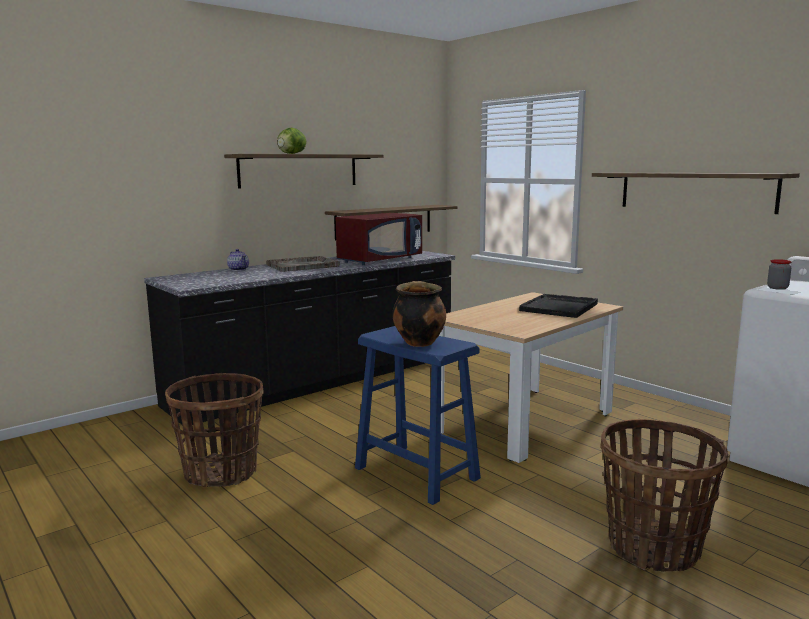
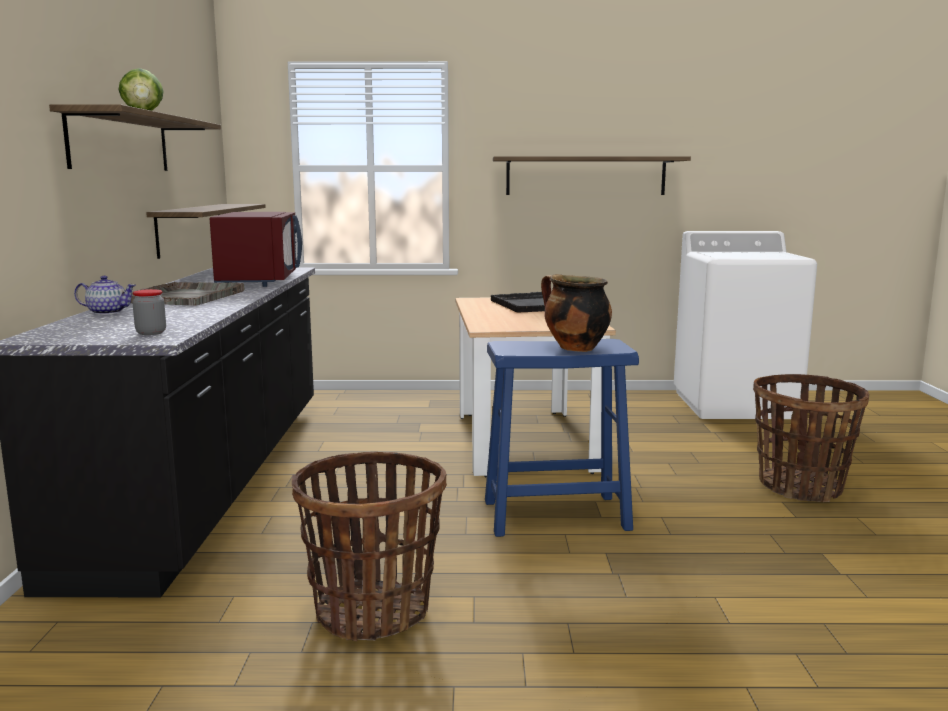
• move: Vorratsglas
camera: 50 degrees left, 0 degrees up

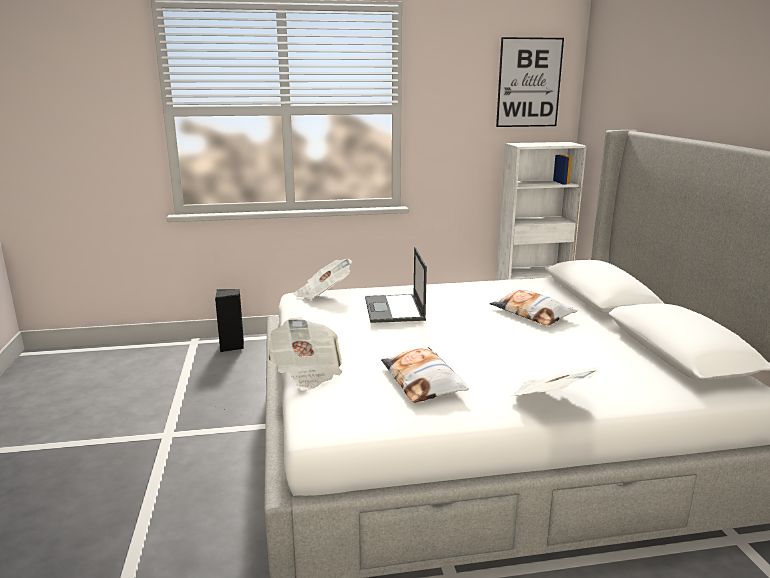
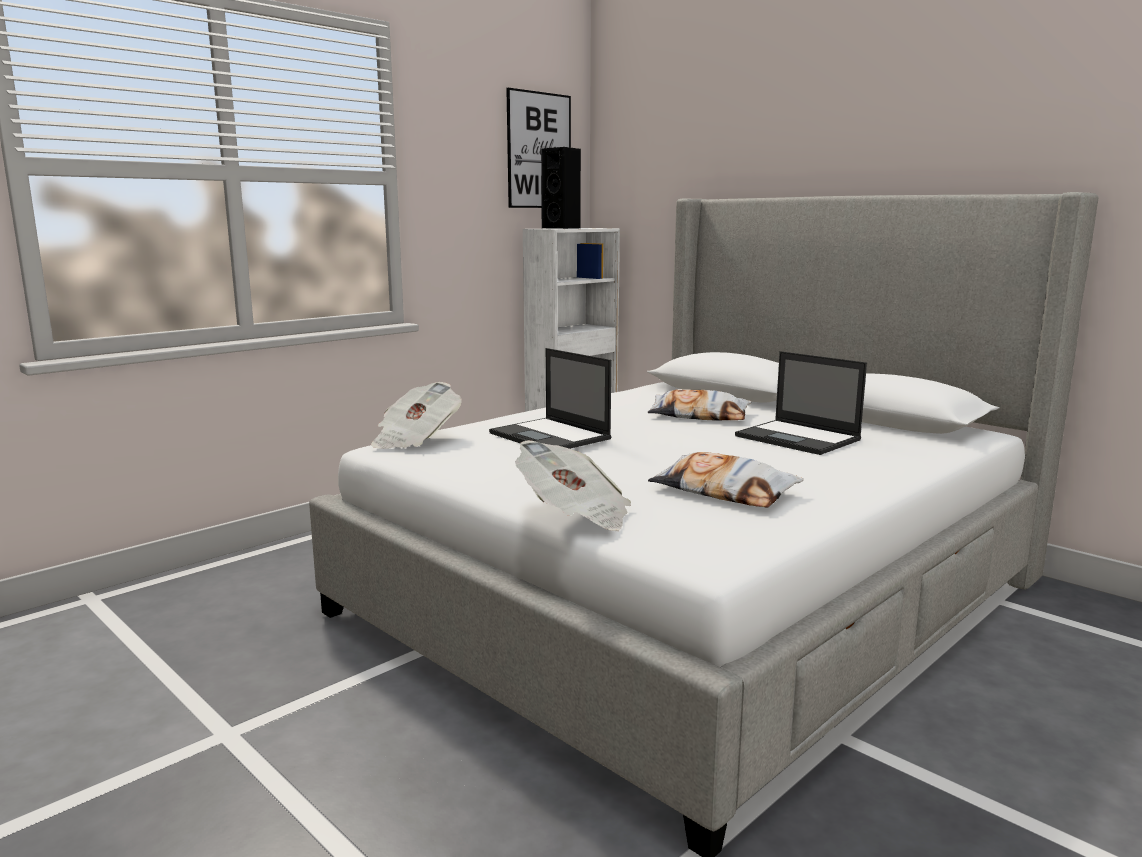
• move: Lautsprecher [schwarz]
• delete: Zeitung (3rd from left)
• insert: Laptop (2nd from left)
camera: 35 degrees left, 5 degrees down

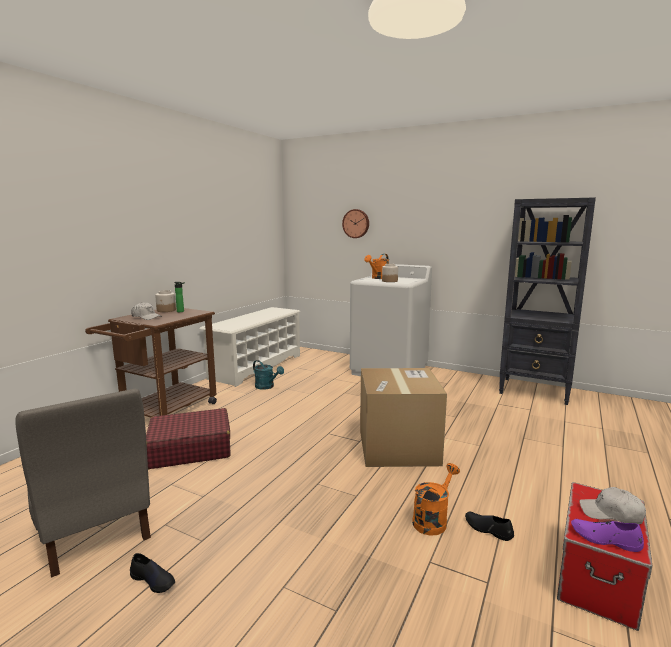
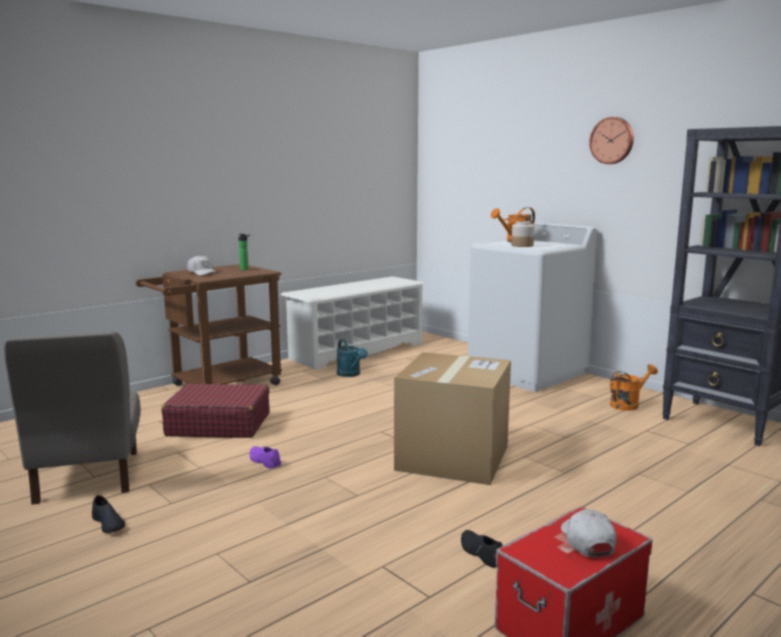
• delete: Vorratsglas (1st from left)
• move: Wanduhr
• move: Gießkanne [orange] (2nd from left)
• move: Schuh [lila]
• rotate: Kappe [weiß] (2nd from left) 45 degrees clockwise
camera: 20 degrees right, 0 degrees up

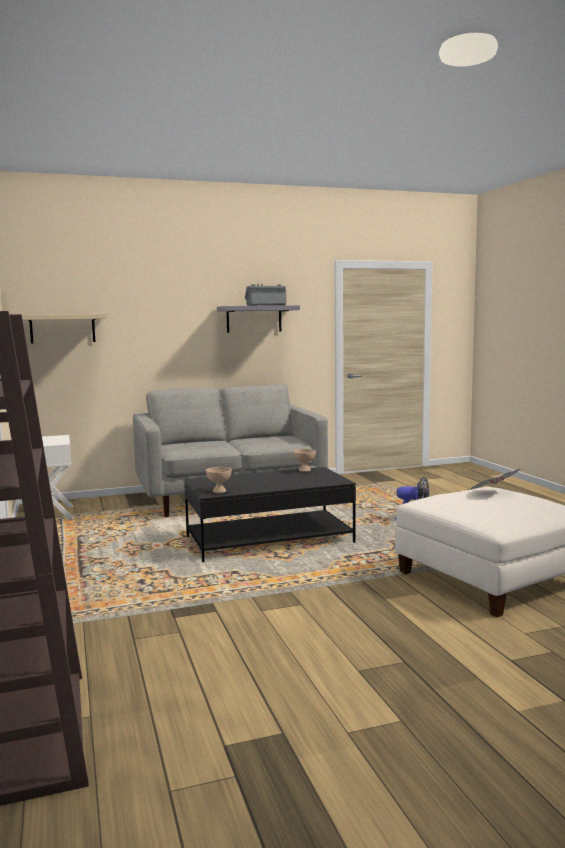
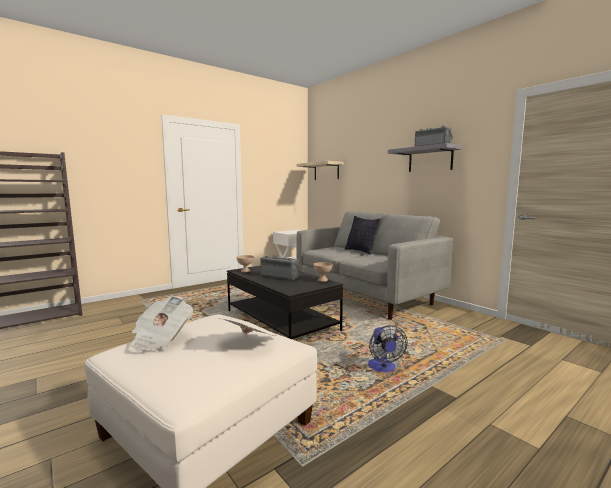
• insert: Zeitung (1st from left)
• insert: Radio (1st from left)
• insert: Kissen
camera: 70 degrees right, 0 degrees up

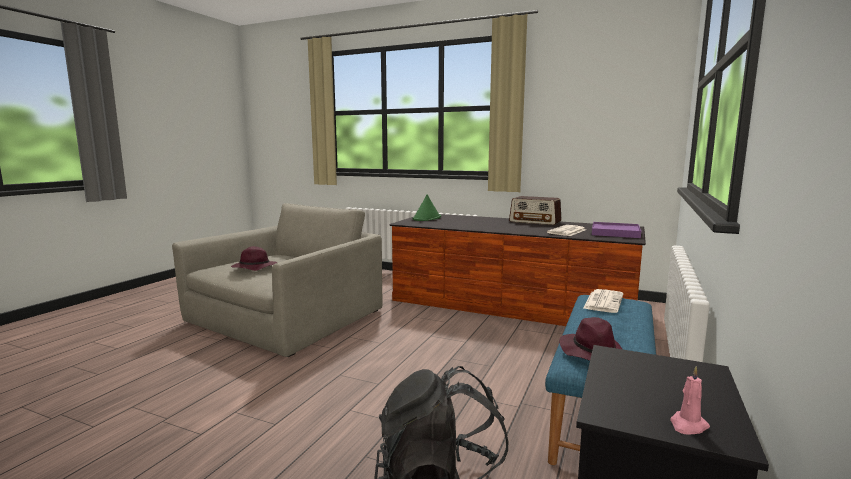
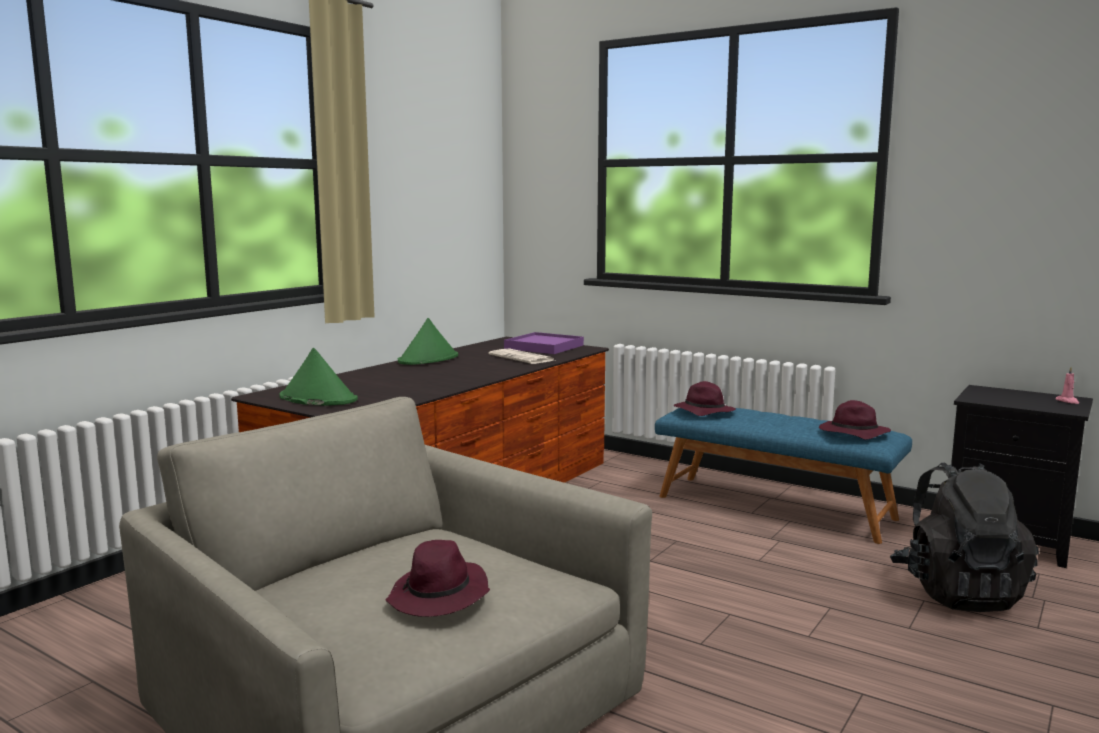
• replace: Radio to Hut [grün] (2nd from left)
• replace: Zeitung (2nd from left) to Hut [lila] (2nd from left)
camera: 80 degrees left, 0 degrees up

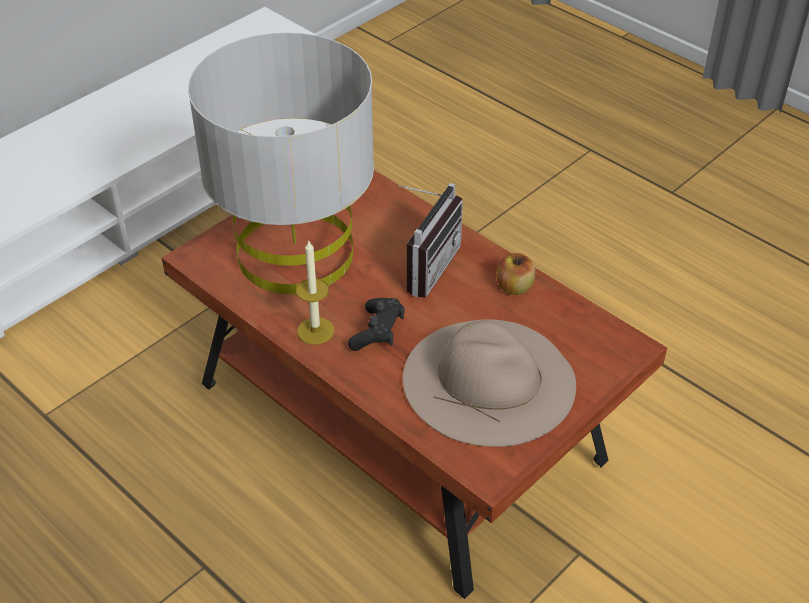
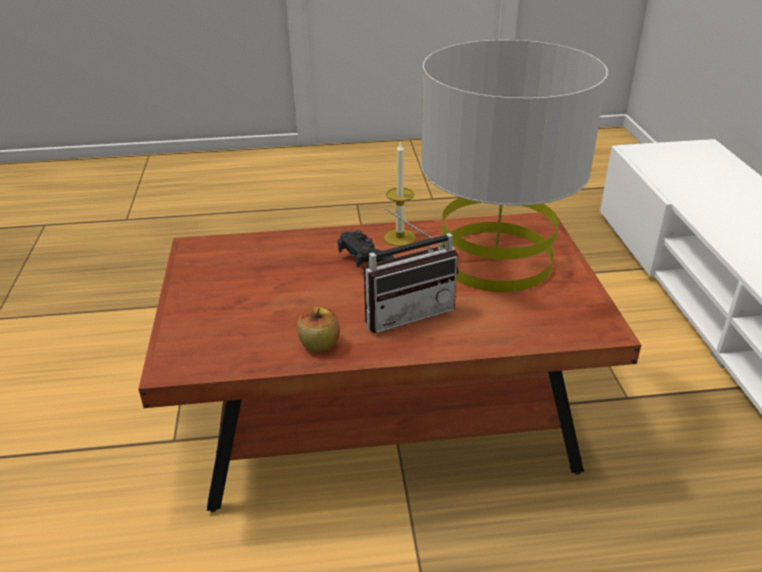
• rotate: Radio 90 degrees counterclockwise
• delete: Hut [beige]
camera: 130 degrees right, 10 degrees down

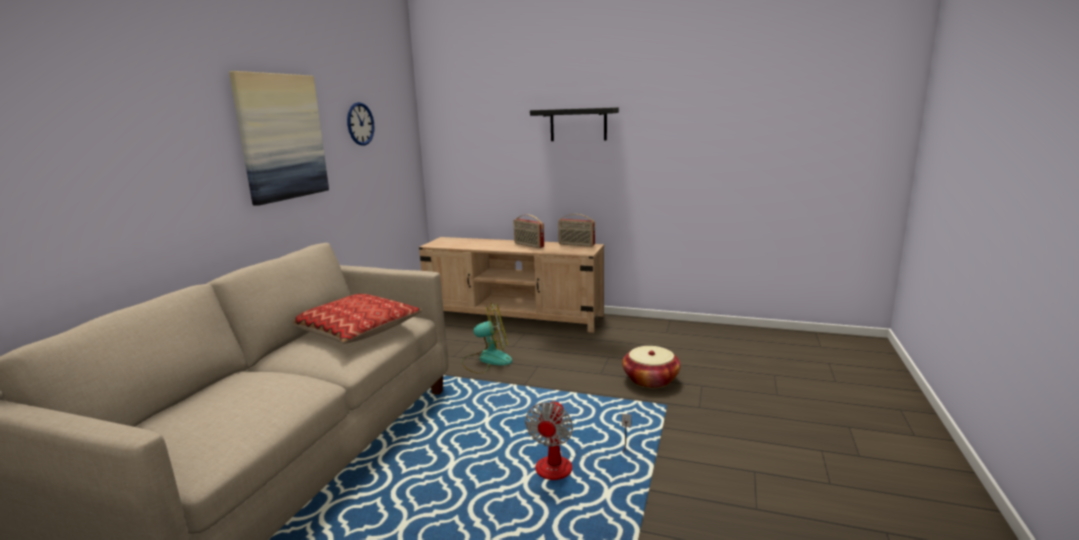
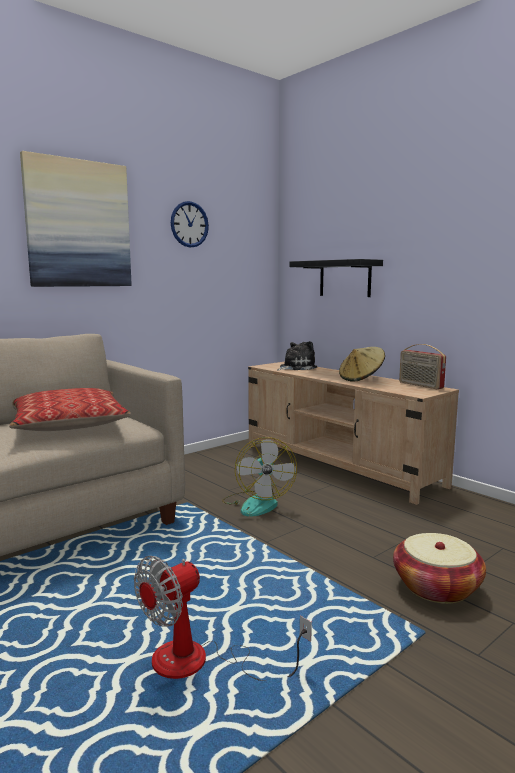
• rotate: Ventilator (1st from left in the first image) 60 degrees clockwise
• replace: Radio (1st from left) to Hut [beige]
• move: Wandregal [schwarz]
• insert: Plüschtier
camera: 30 degrees right, 5 degrees down

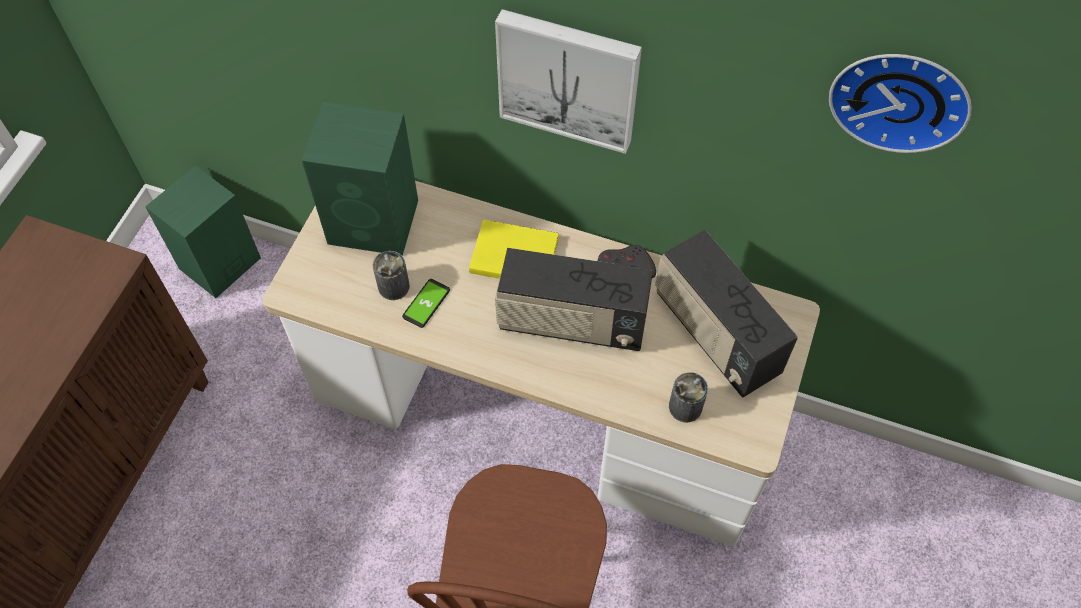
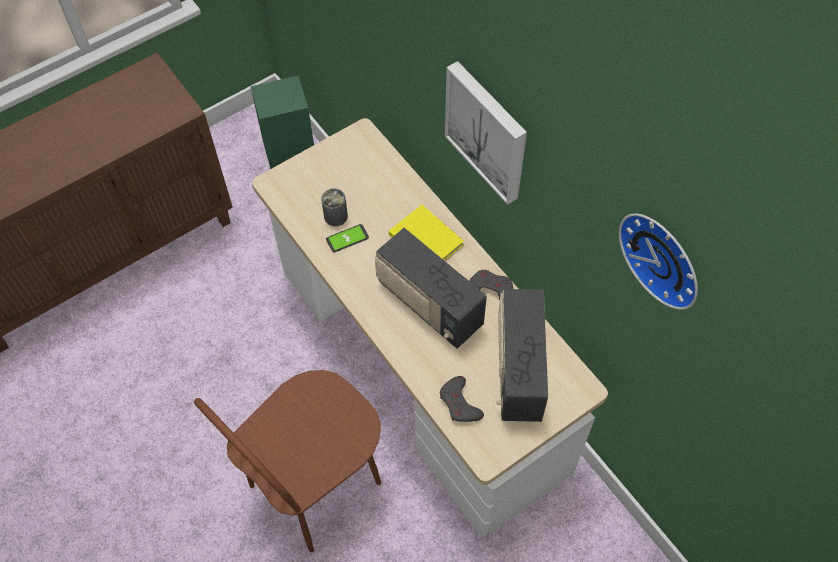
• delete: Lautsprecher [grün] (2nd from left)
• replace: Dose (2nd from left) to Gamepad [grau] (1st from left)
camera: 35 degrees right, 0 degrees up

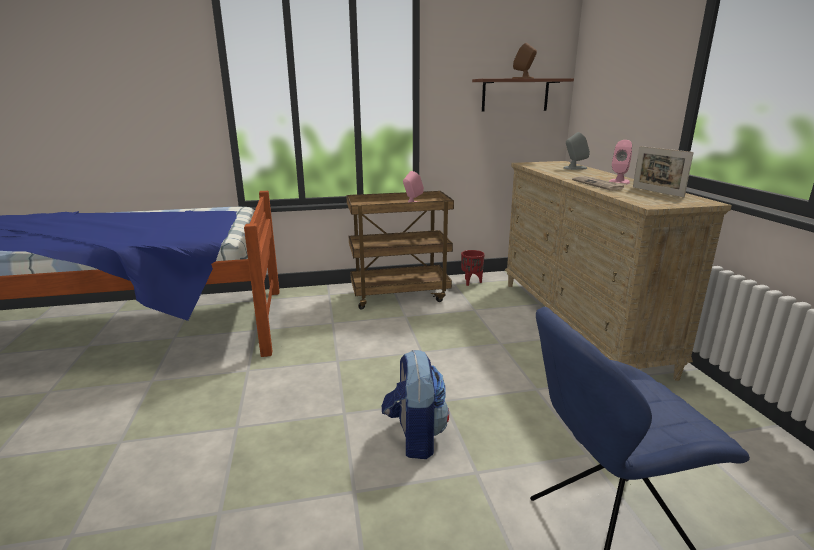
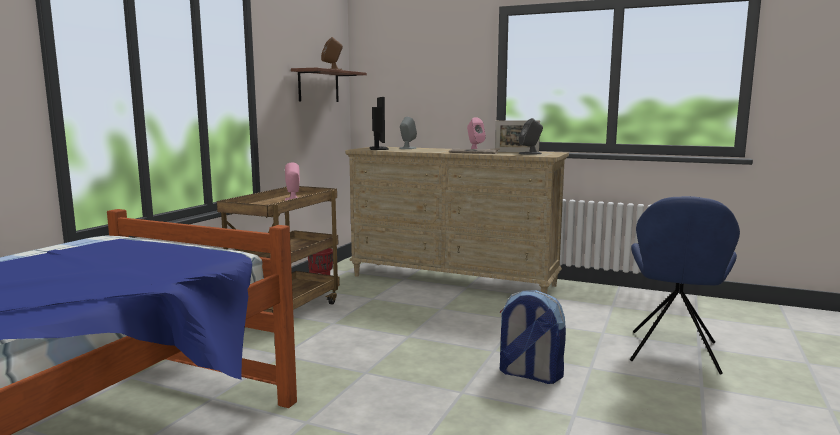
• insert: Monitor
• insert: Lautsprecher [grau] (2nd from left)
camera: 55 degrees left, 10 degrees down

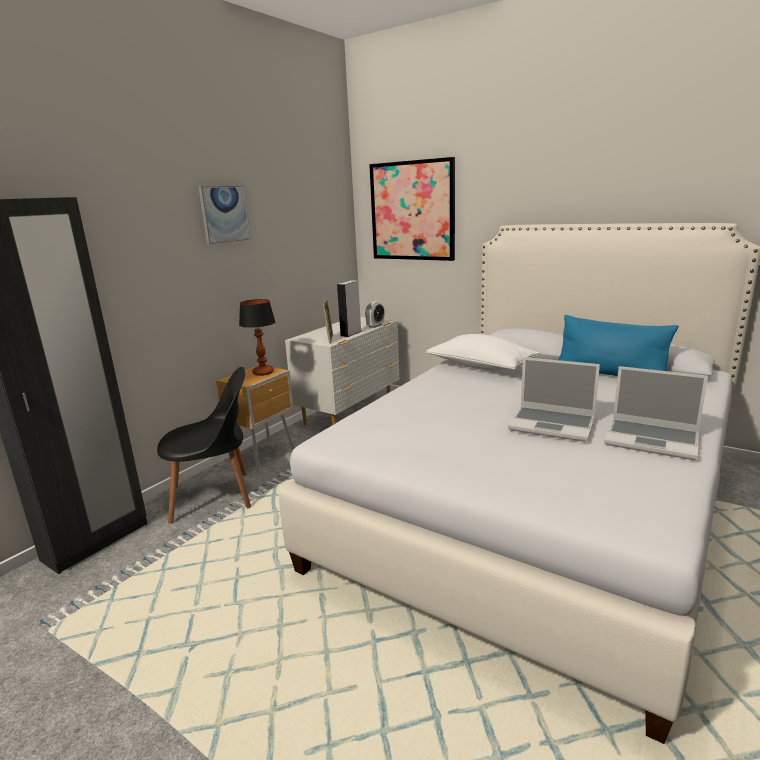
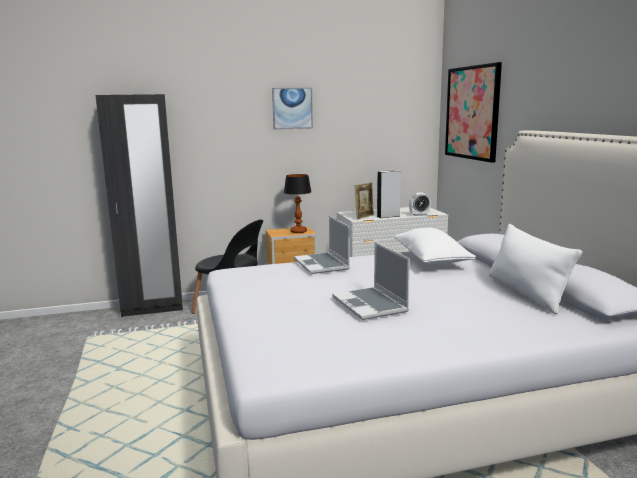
• recolor: Kissen [blau] to Kissen [weiß] (2nd from left)
• move: Laptop (2nd from left in the first image) to Laptop (1st from left)
camera: 40 degrees right, 5 degrees down

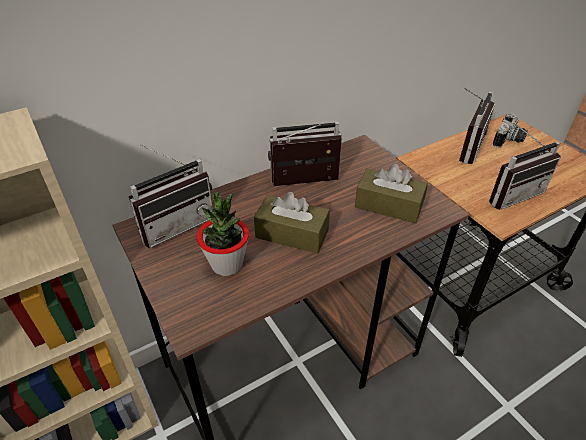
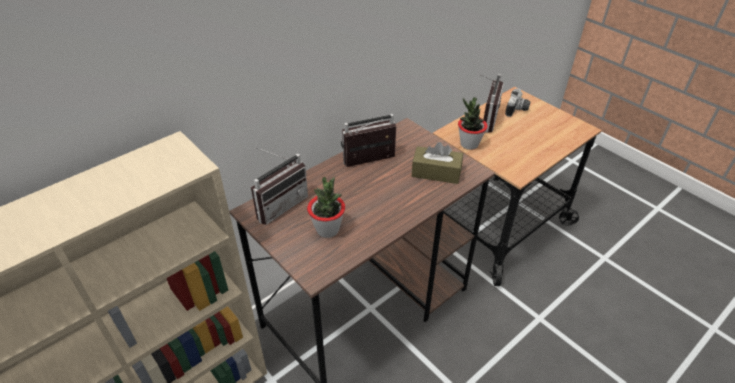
• delete: Taschentuchbox [braun] (1st from left)
• delete: Radio (4th from left)
• insert: Topfpflanze (2nd from left)
camera: 10 degrees left, 0 degrees up

